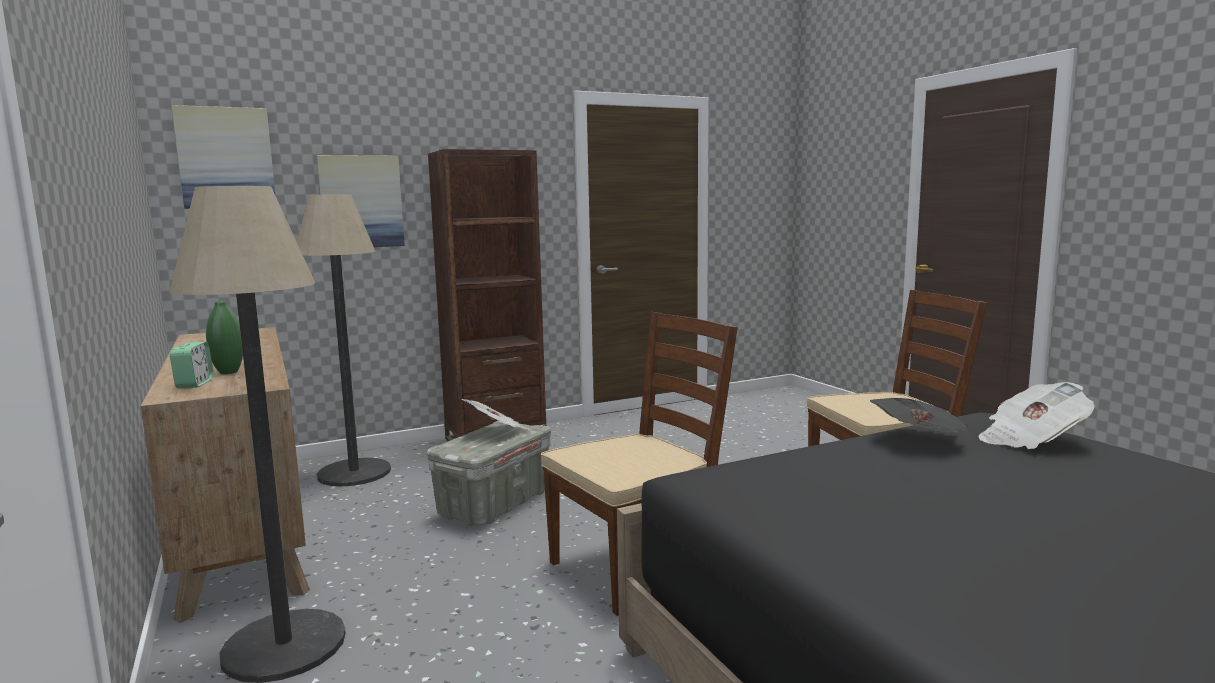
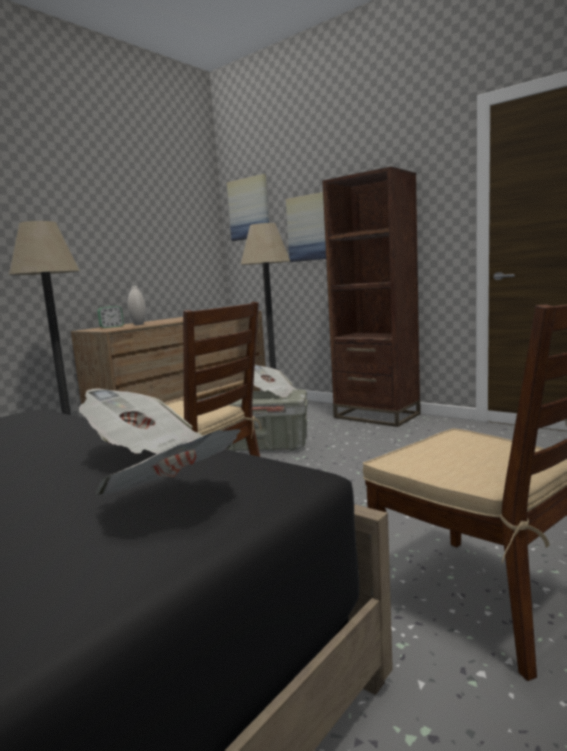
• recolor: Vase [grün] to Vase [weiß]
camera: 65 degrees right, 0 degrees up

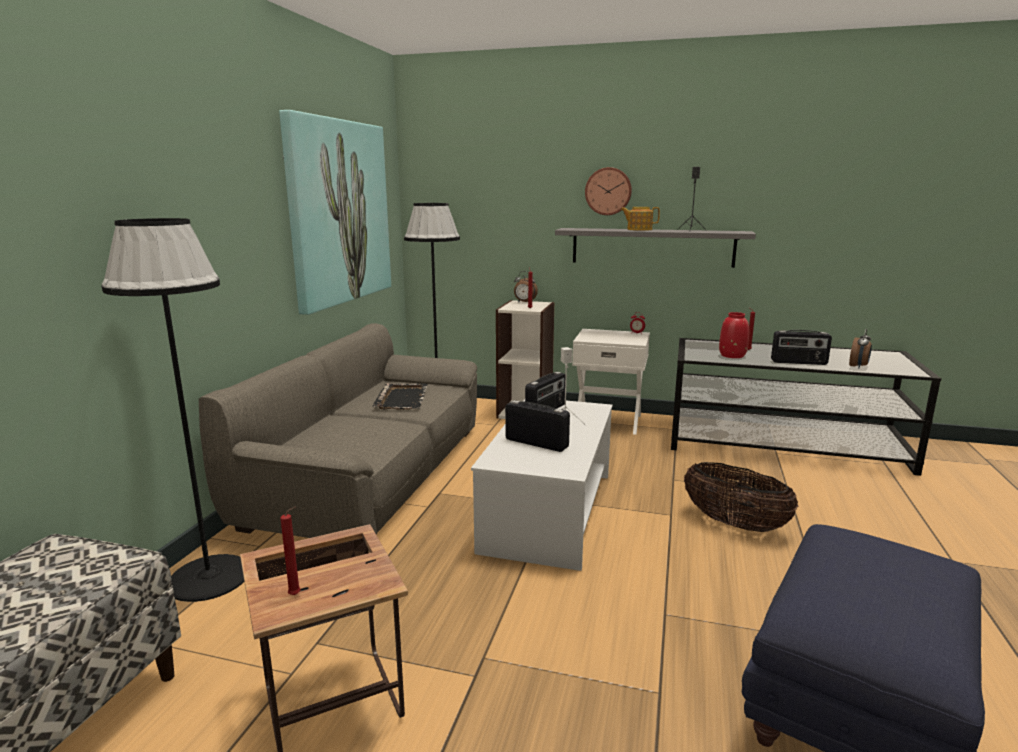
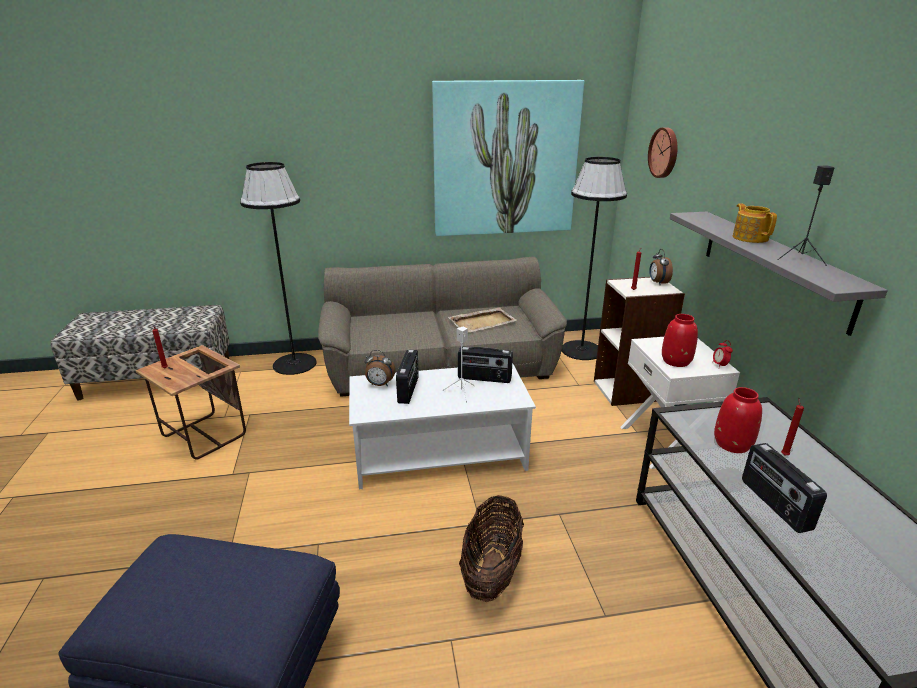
• recolor: Tablett [schwarz] to Tablett [beige]
• move: Wanduhr
• move: Wecker (3rd from left in the first image) to Wecker (1st from left)
• insert: Vase [rot] (1st from left)
camera: 65 degrees right, 10 degrees up

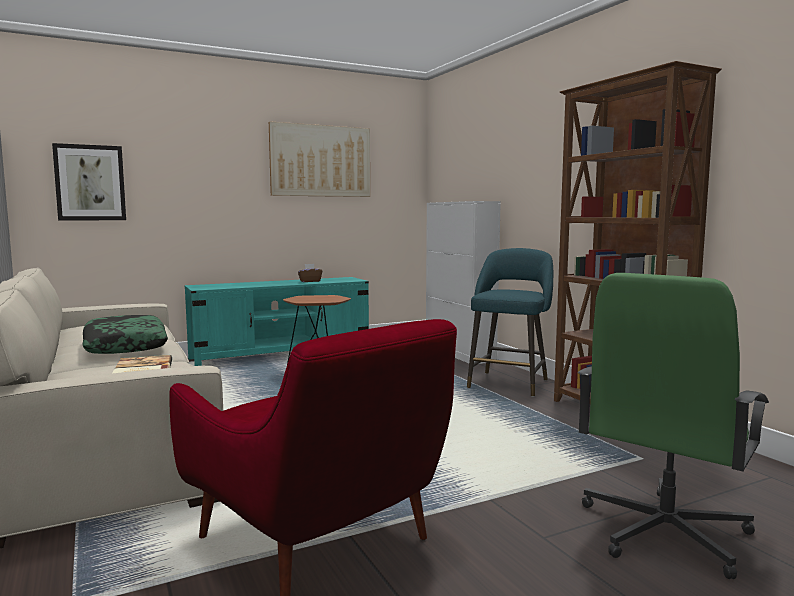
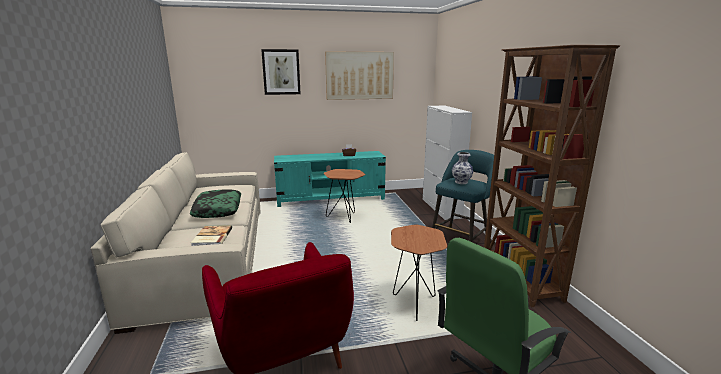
• move: Bild (1st from left)
• insert: Beistelltisch [braun] (2nd from left)
• insert: Vase
camera: 15 degrees right, 10 degrees up

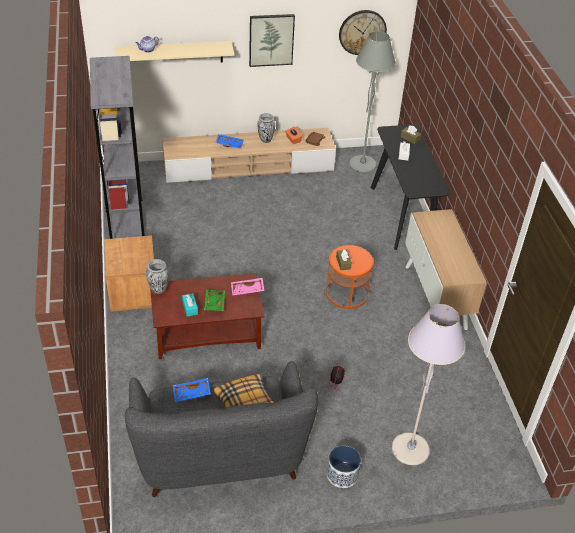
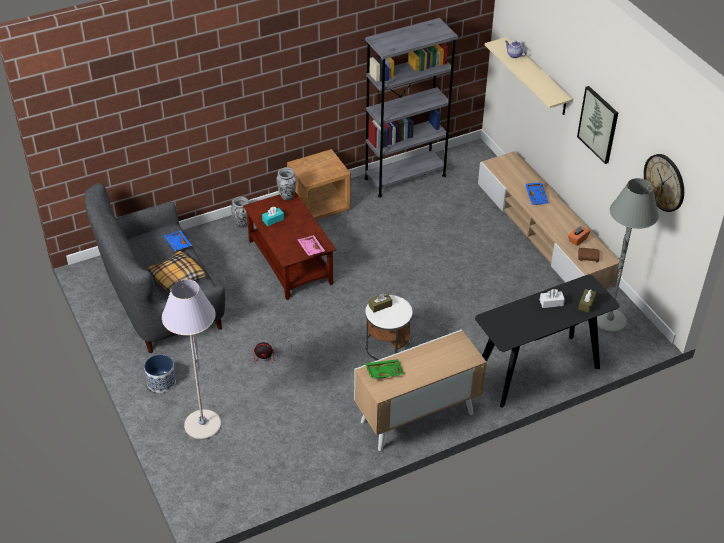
• move: Tablett [grün]
• move: Vase (2nd from left in the first image) to Vase (1st from left)
• recolor: Beistelltisch [orange] to Beistelltisch [weiß]
camera: 75 degrees right, 0 degrees up

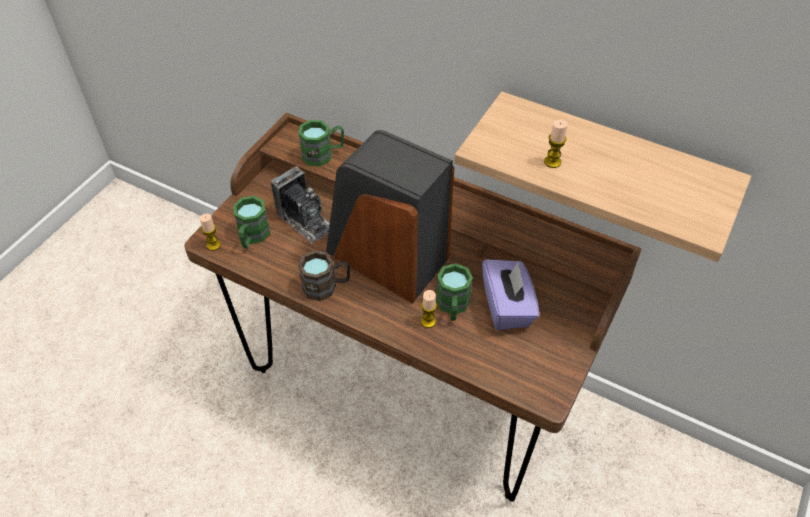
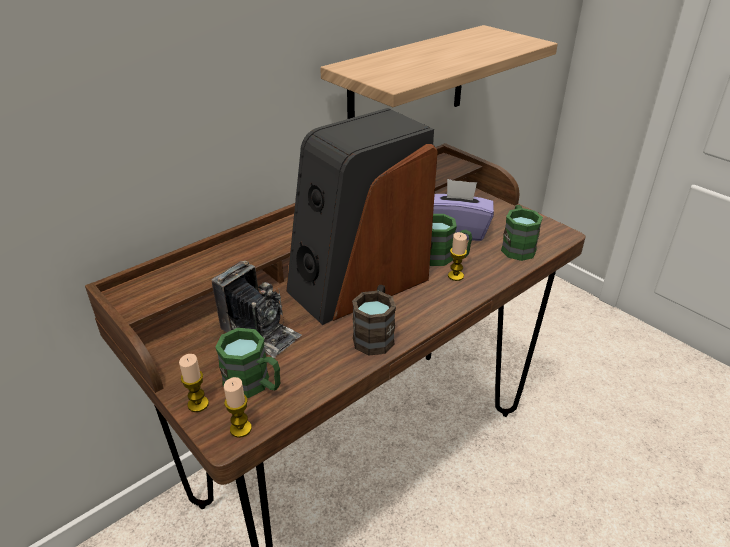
• rotate: Kamera 60 degrees clockwise
• move: Henkelbecher [grün] (2nd from left in the first image) to Henkelbecher [grün] (3rd from left)
• move: Kerze (3rd from left in the first image) to Kerze (1st from left)
camera: 70 degrees left, 15 degrees down

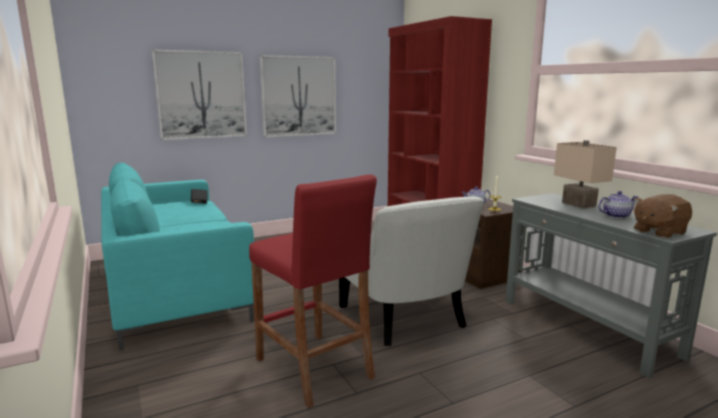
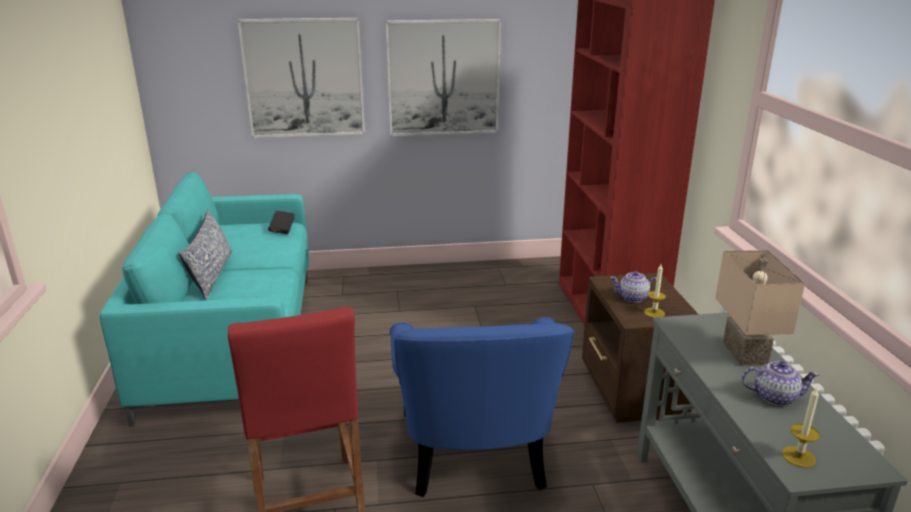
• recolor: Sessel [weiß] to Sessel [blau]
• replace: Plüschtier [braun] to Kerze (2nd from left)
• insert: Kissen
camera: 20 degrees right, 10 degrees up

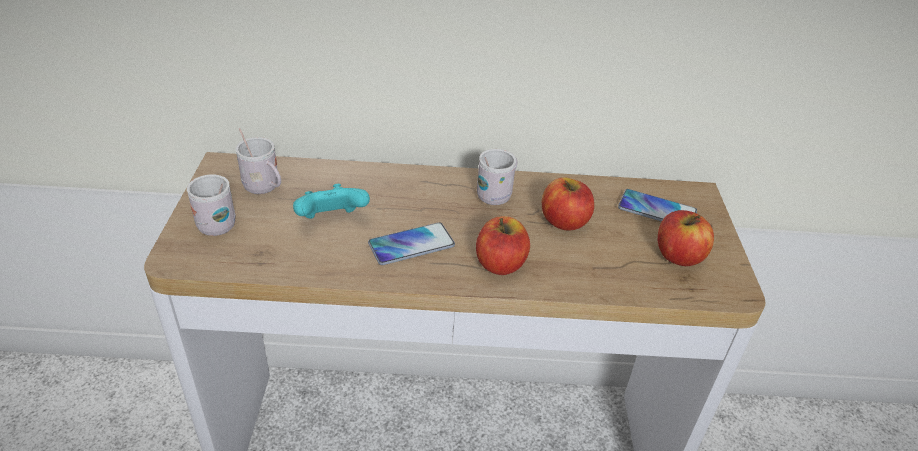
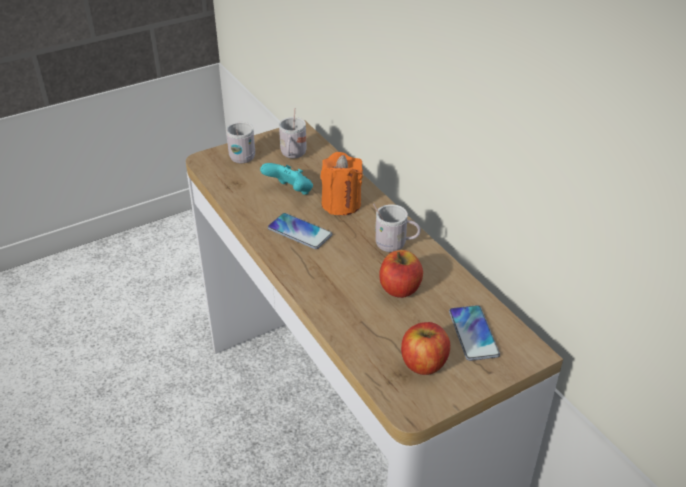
• delete: Apfel (1st from left)
• insert: Kerze [orange]
camera: 60 degrees right, 0 degrees up

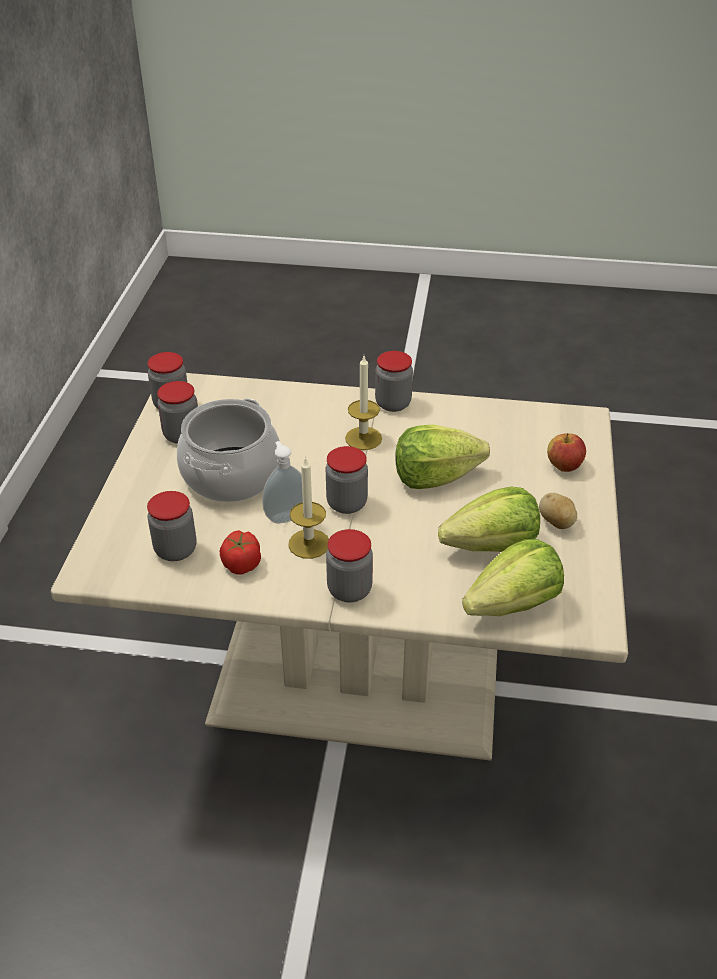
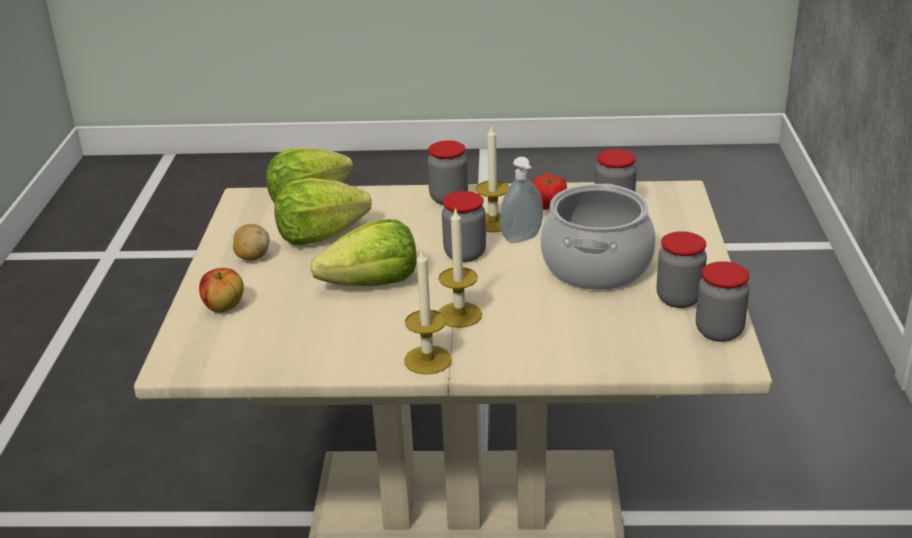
• replace: Vorratsglas (6th from left) to Kerze (1st from left)
camera: 175 degrees right, 10 degrees down

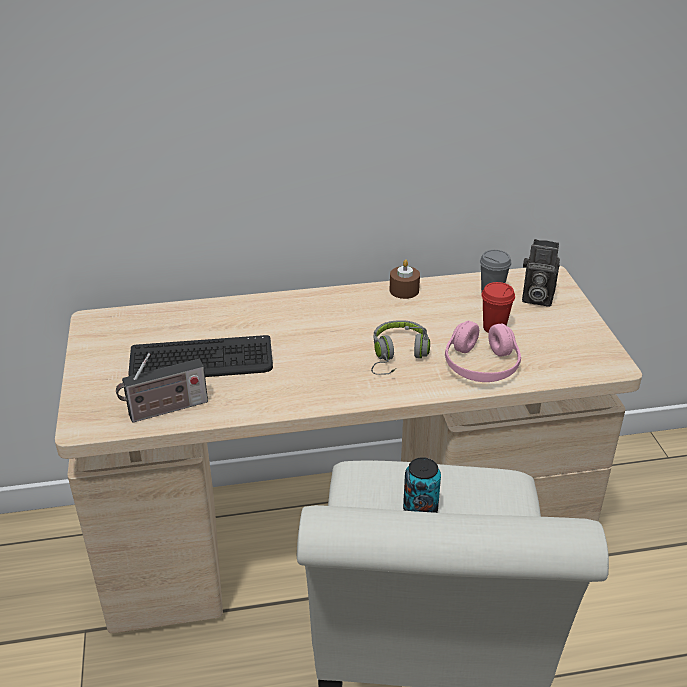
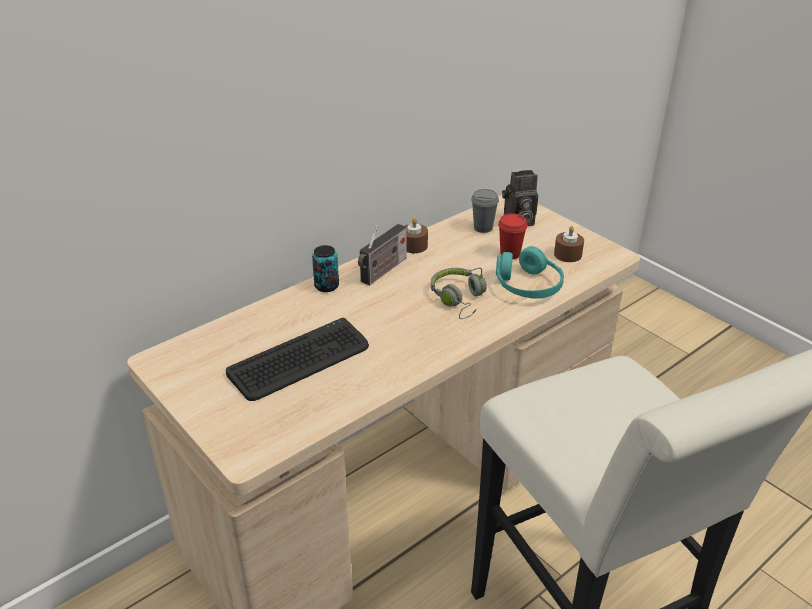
• move: Radio
• move: Dose
• recolor: Kopfhörer [rosa] to Kopfhörer [türkis]
• insert: Kerze [braun] (2nd from left)
camera: 30 degrees left, 0 degrees up

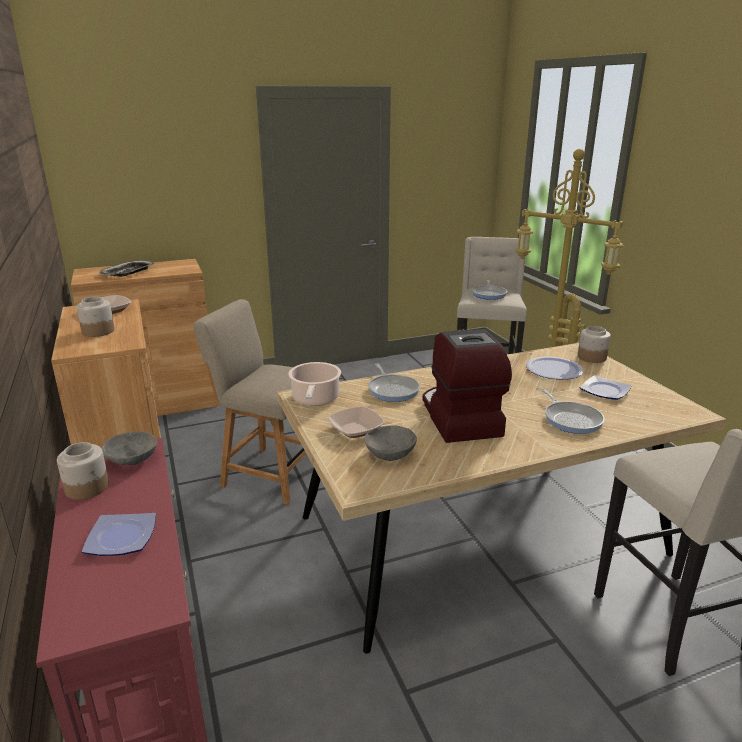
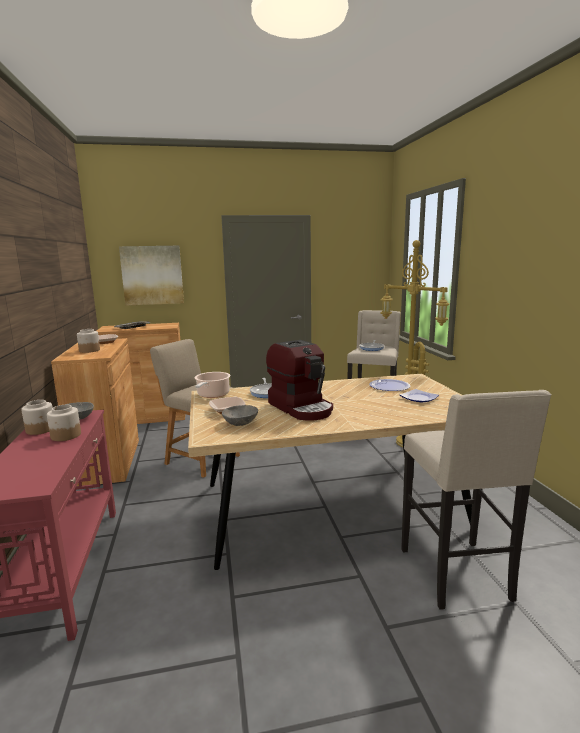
• delete: Teller (1st from left)
• rotate: Kaffeemaschine 150 degrees clockwise
• delete: Pfanne (3rd from left)
• move: Vorratsglas (3rd from left in the first image) to Vorratsglas (2nd from left)
• insert: Bild
camera: 10 degrees right, 10 degrees down

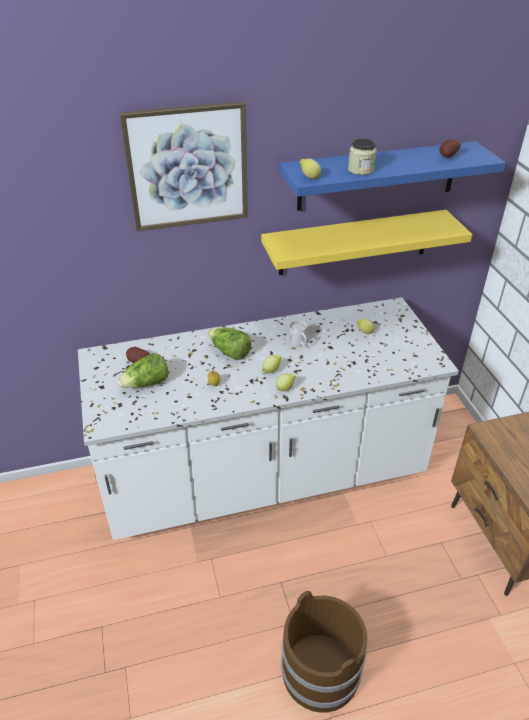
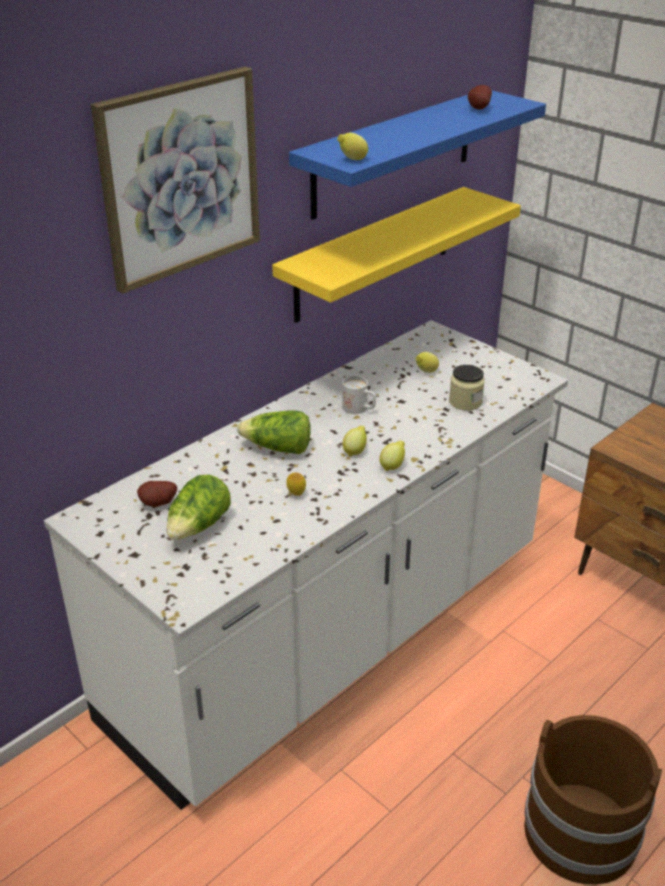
• move: Vorratsglas
camera: 30 degrees left, 5 degrees down

